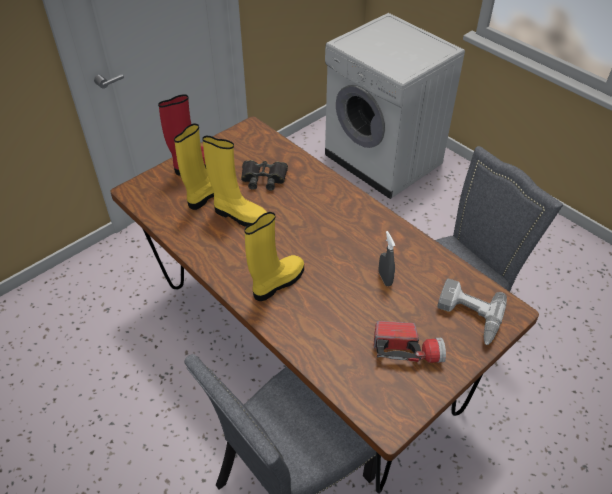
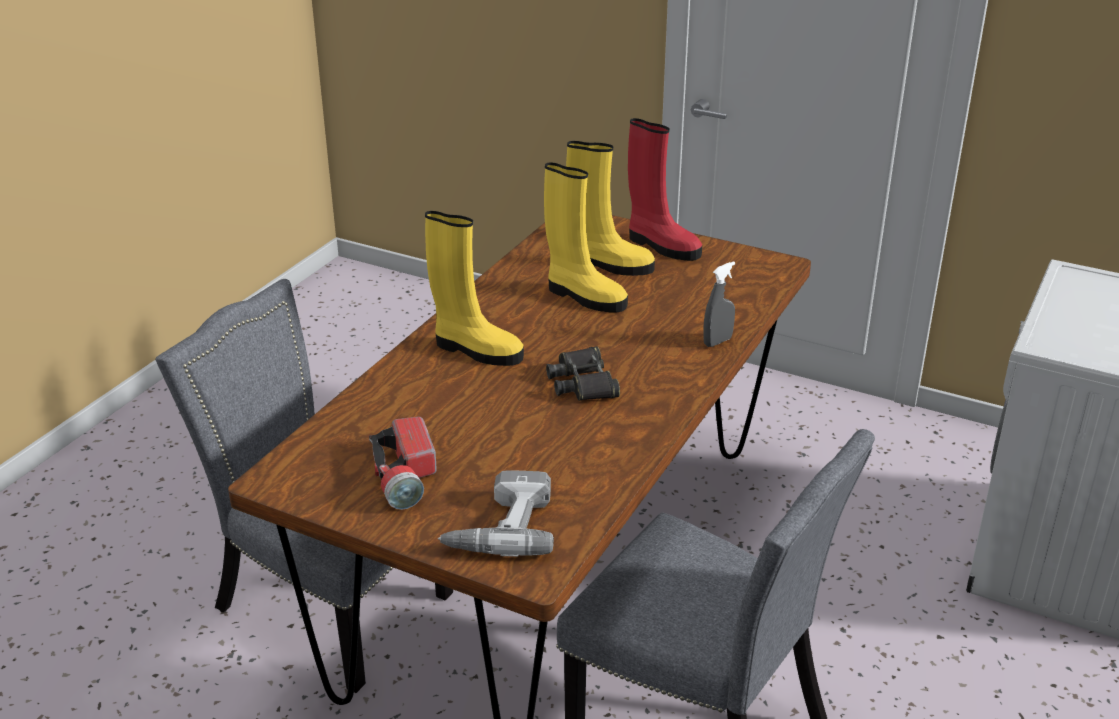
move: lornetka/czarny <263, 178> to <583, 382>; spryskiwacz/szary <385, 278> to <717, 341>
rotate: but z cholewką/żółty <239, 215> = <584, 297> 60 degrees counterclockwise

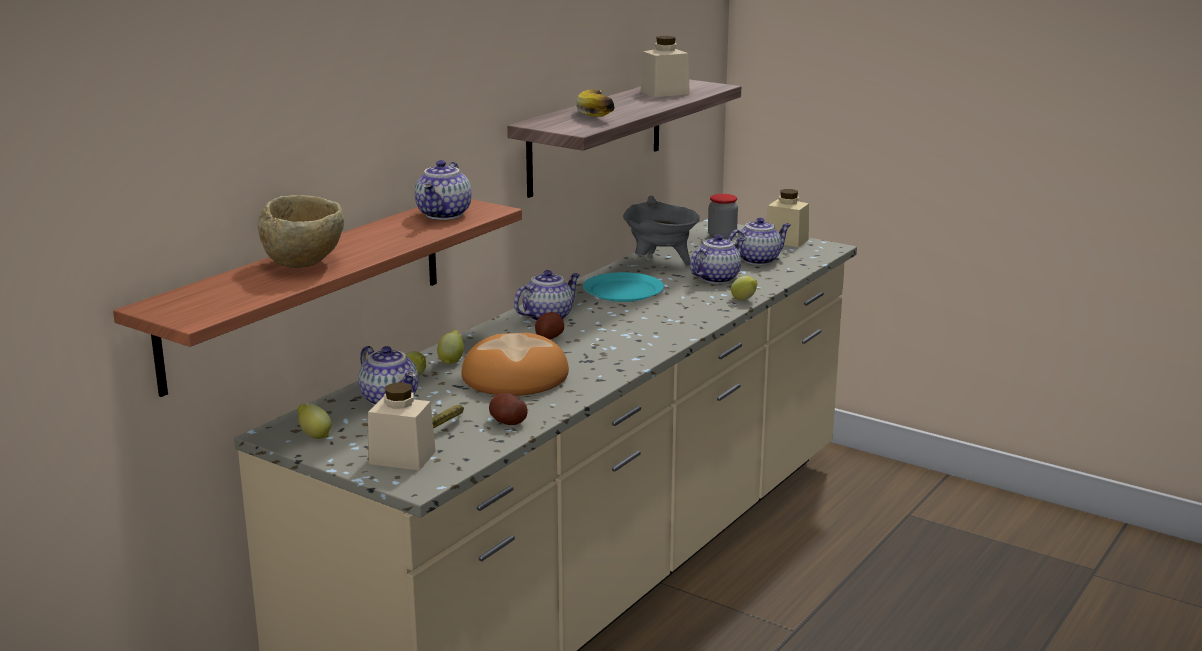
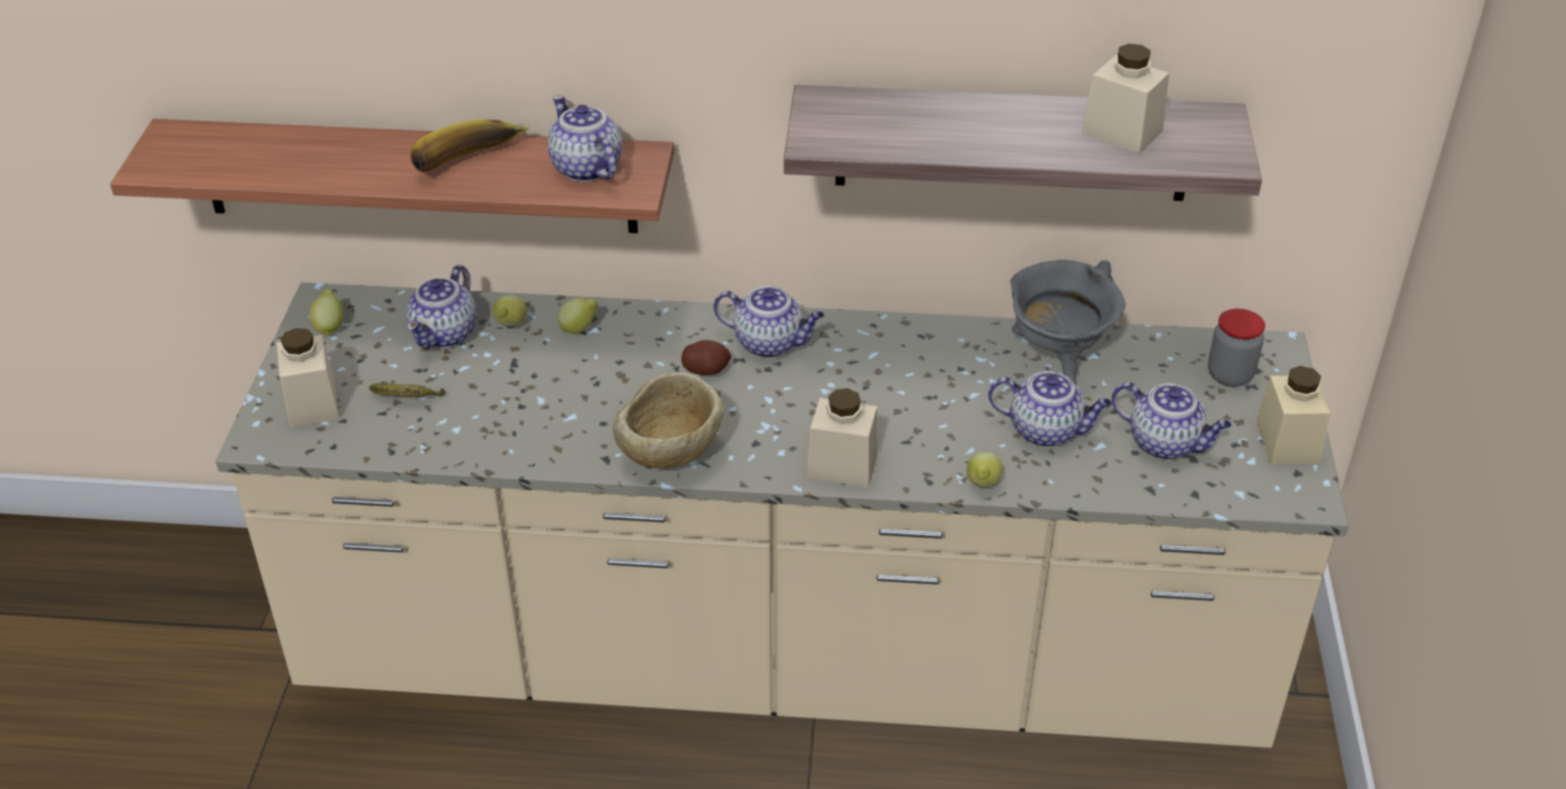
delete: talerz/turkusowy <623, 291>; chleb <515, 376>; ziemniak <508, 422>
insert: słoik/beżowy <842, 465>
move: banan <602, 114> to <471, 163>; miska/beżowy <306, 264> to <670, 457>
rotate: imbryk <445, 215> = <584, 168> 75 degrees clockwise

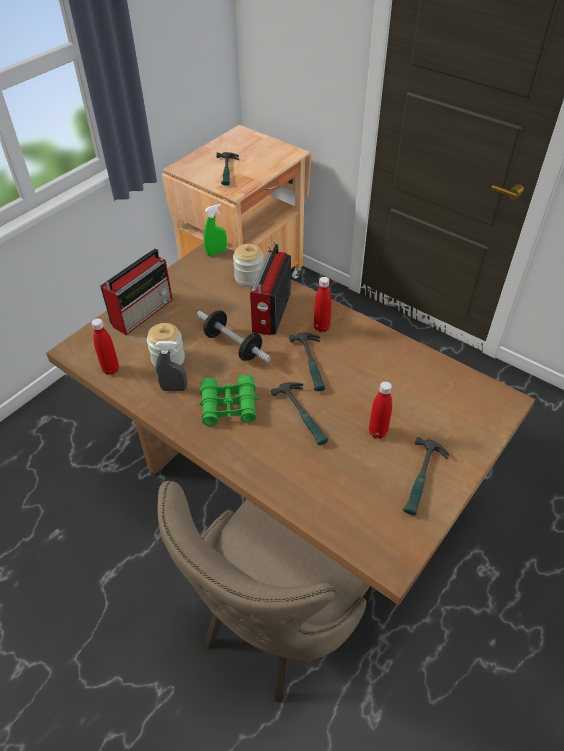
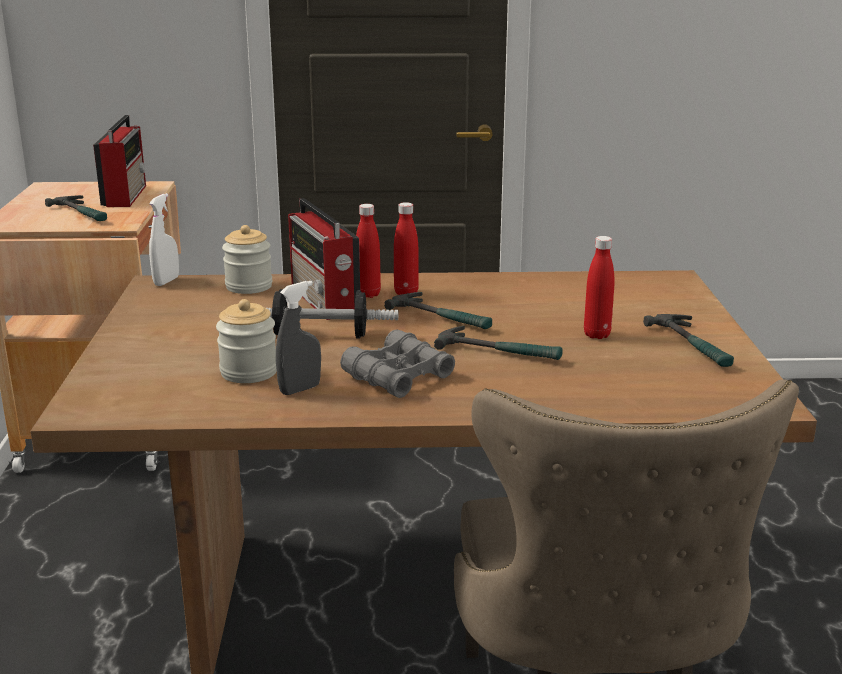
move: radio <143, 311> to <125, 195>; butelka/czerwony <111, 369> to <368, 294>
recolor: spryskiwacz/zielony <216, 252> to spryskiwacz/biały <166, 281>; lornetka/zielony <229, 406> to lornetka/szary <398, 376>

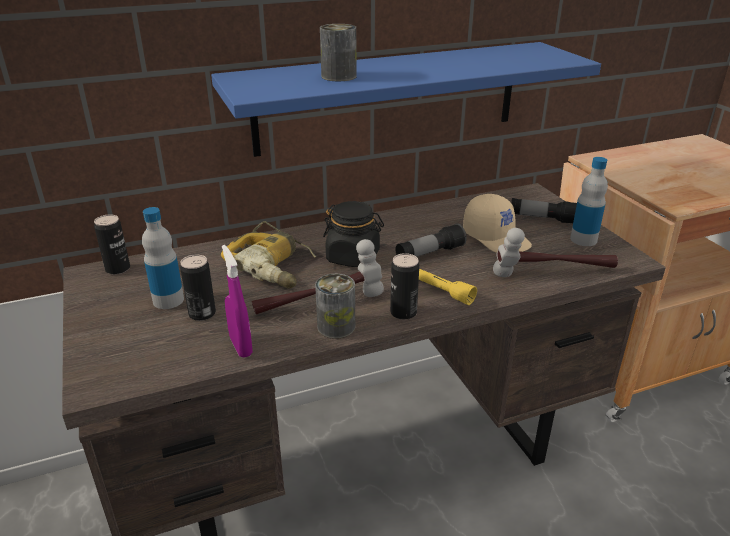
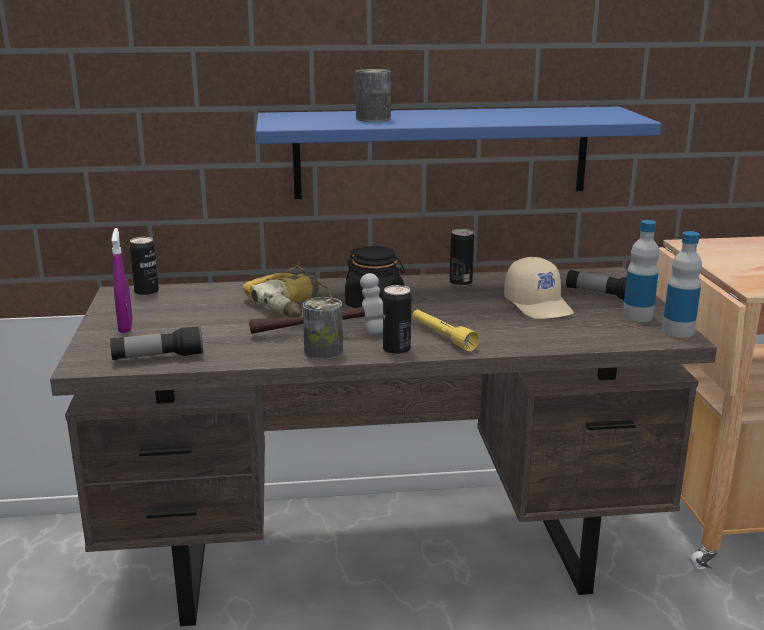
delete: młotek <553, 273>
move: butelka <168, 300> to <678, 331>; latarka <429, 253> to <158, 357>; spryskiwacz/fioletowy <241, 346> to <125, 327>; puszka <202, 314> to <460, 282>

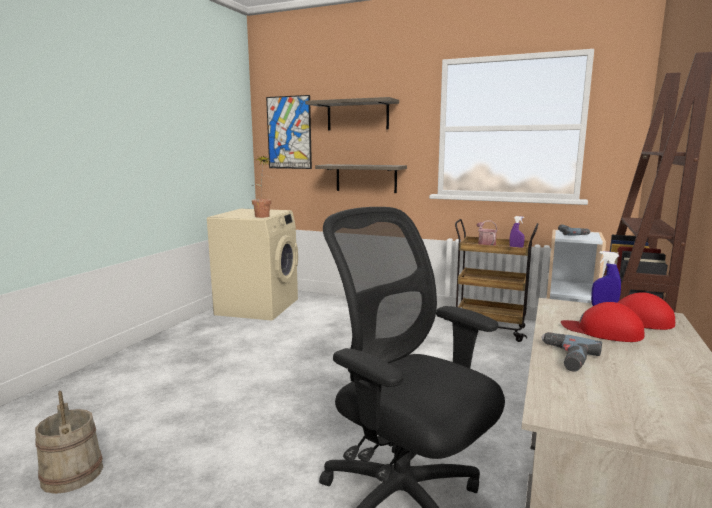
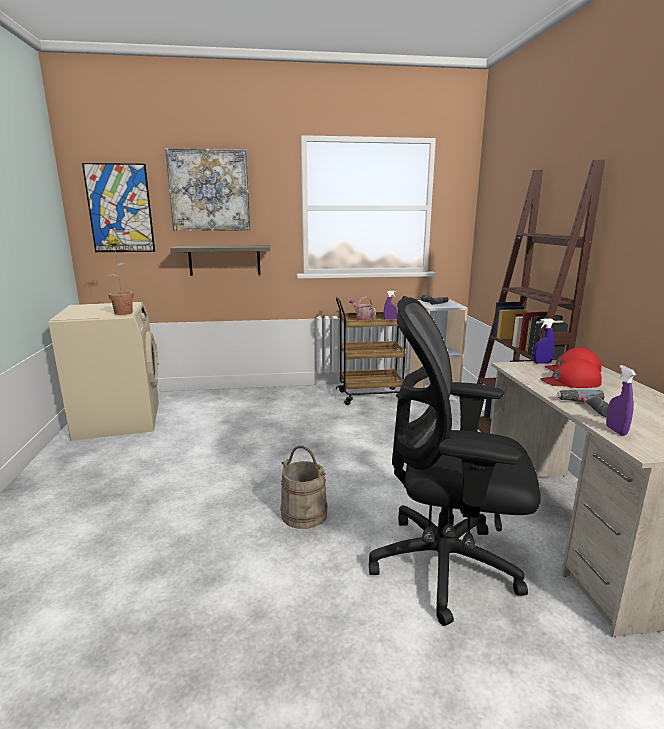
insert: spryskiwacz/fioletowy <616, 431>
move: wiadro/beżowy <73, 474> to <304, 514>
replace: półka <357, 115> to obraz <209, 190>

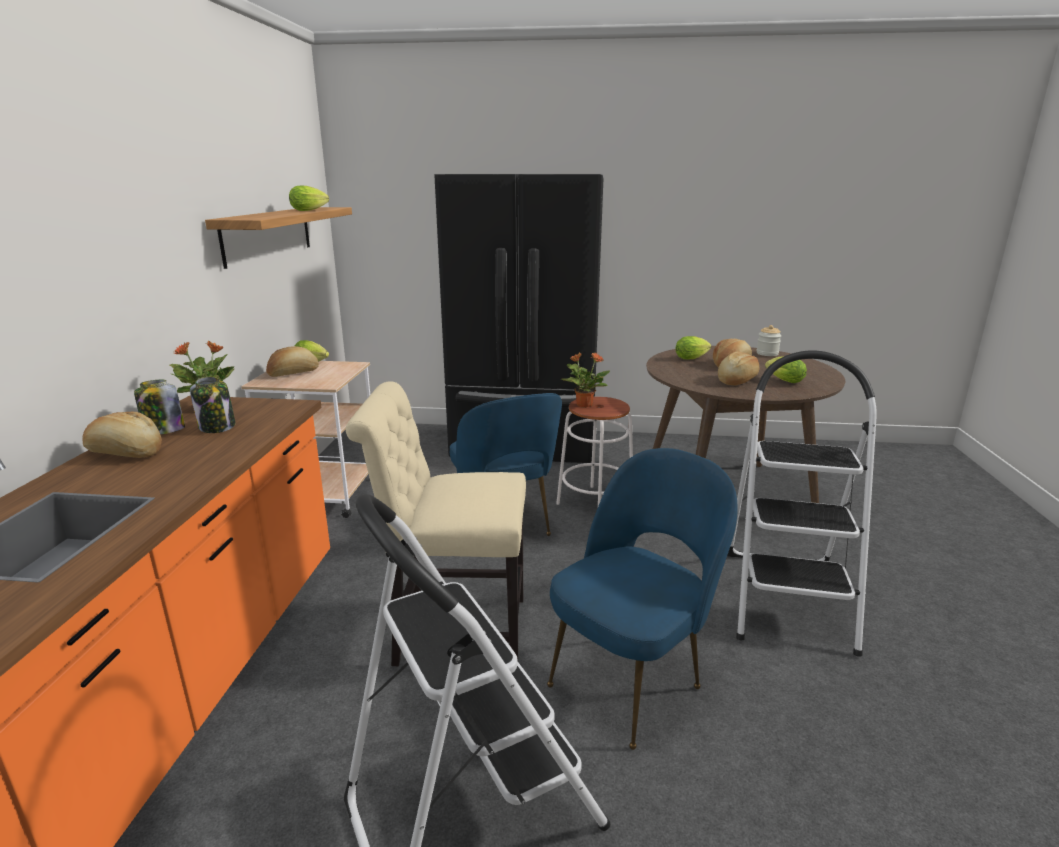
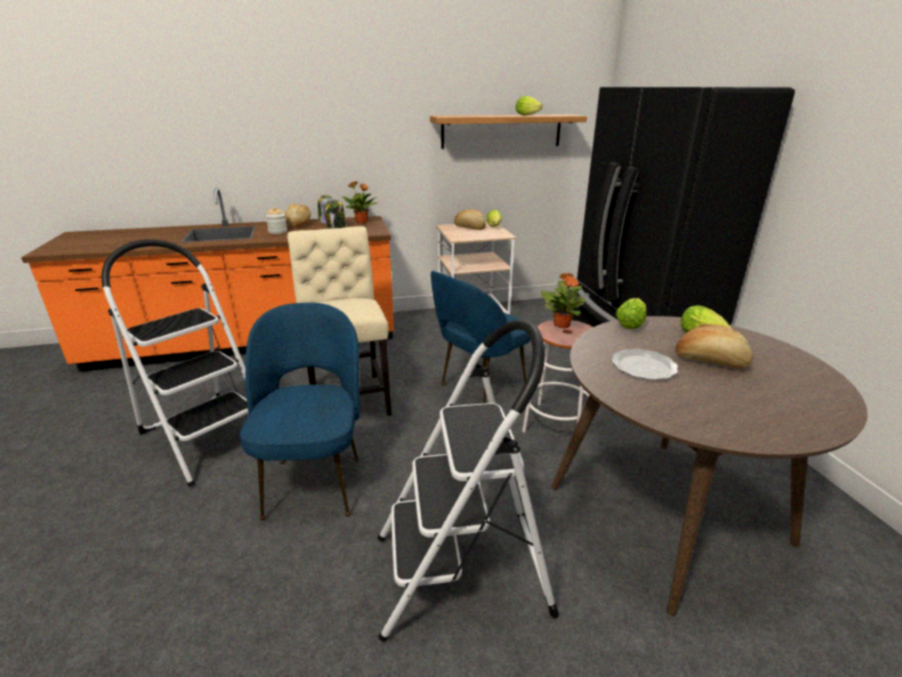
move: słoik <767, 353> to <277, 232>; sałata <782, 380> to <631, 324>
replace: chleb <736, 380> to talerz <644, 366>
rotate: krzesło/niebieski <632, 681> = <315, 480> 120 degrees counterclockwise

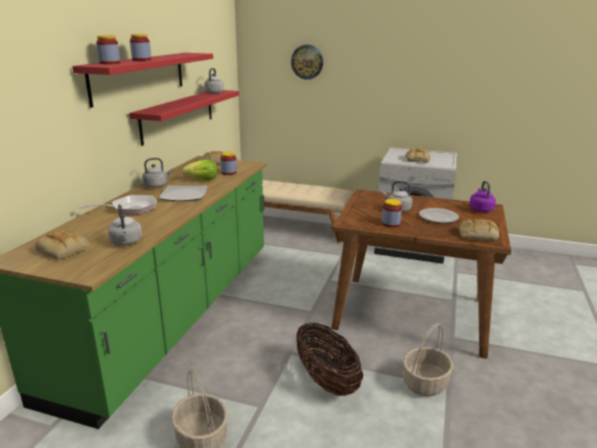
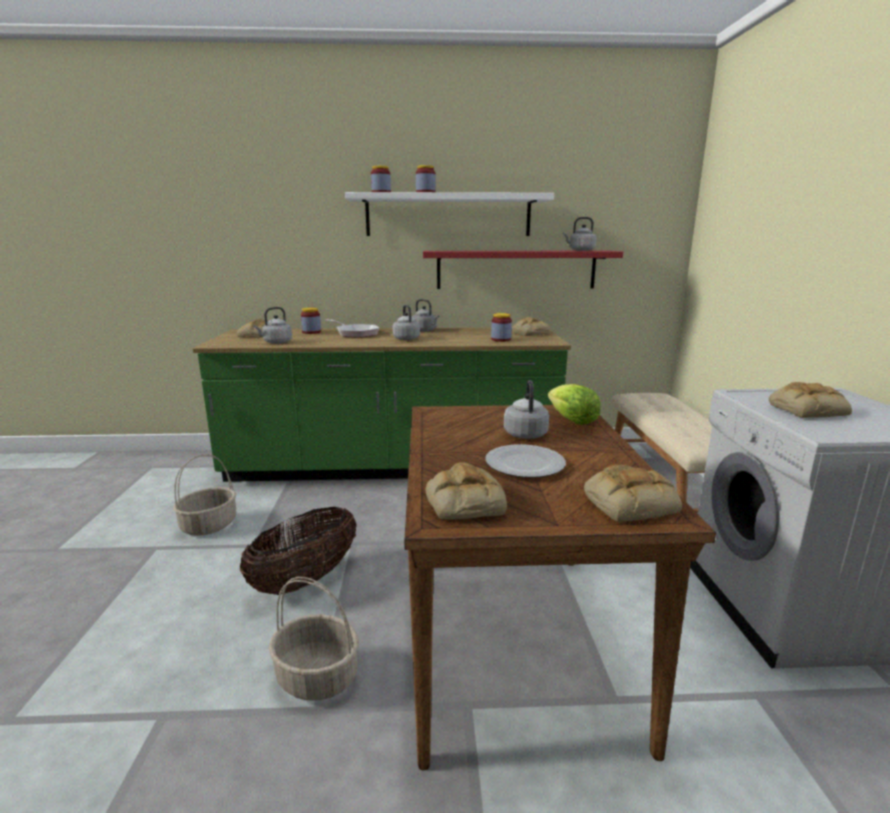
delete: zegar ścienny <307, 62>
move: sałata <202, 180> to <572, 420>; słoik <391, 223> to <311, 332>
replace: czajnik/fioletowy <480, 209> to chleb <630, 503>; talerz <183, 195> to czajnik/szary <406, 338>
recolor: półka/czerwony <139, 77> to półka/biały <448, 215>

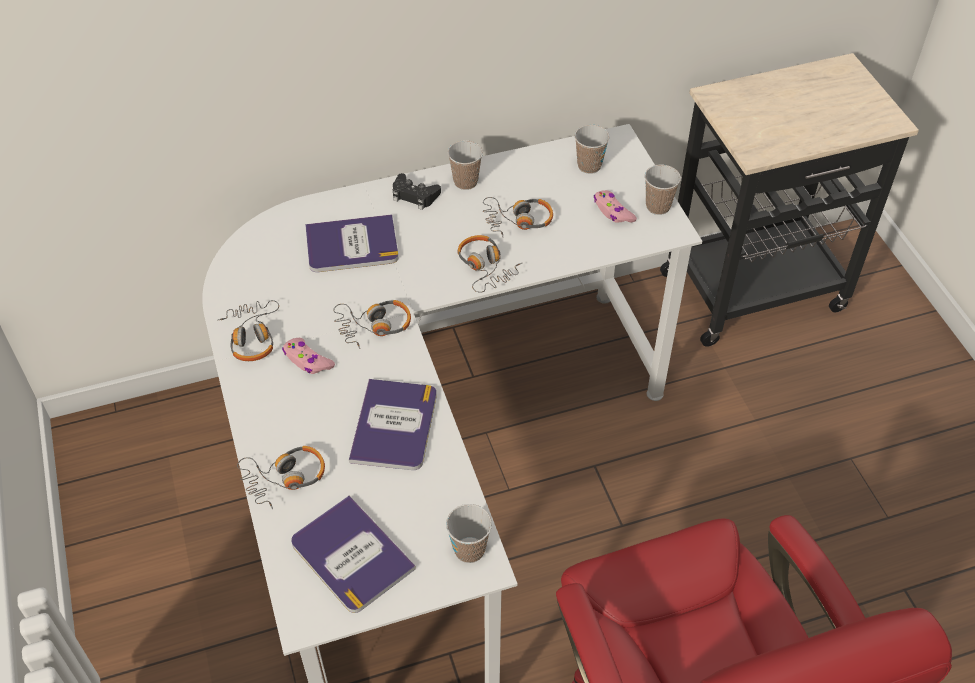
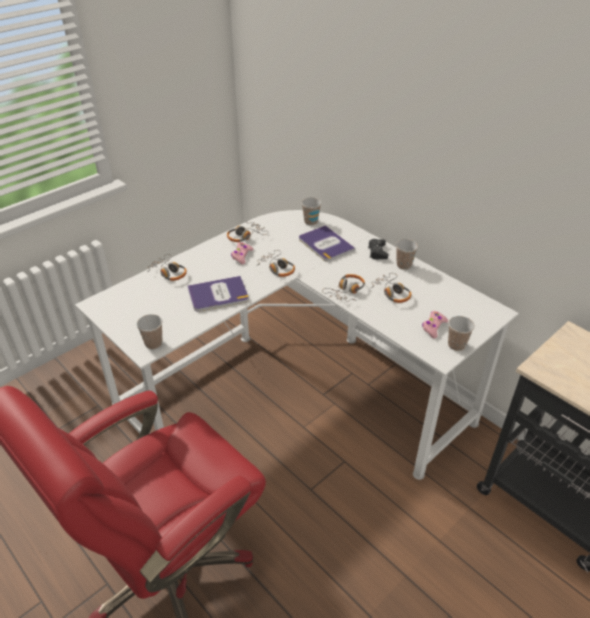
delete: książka <351, 555>
move: filiżanka <589, 166> to <311, 222>

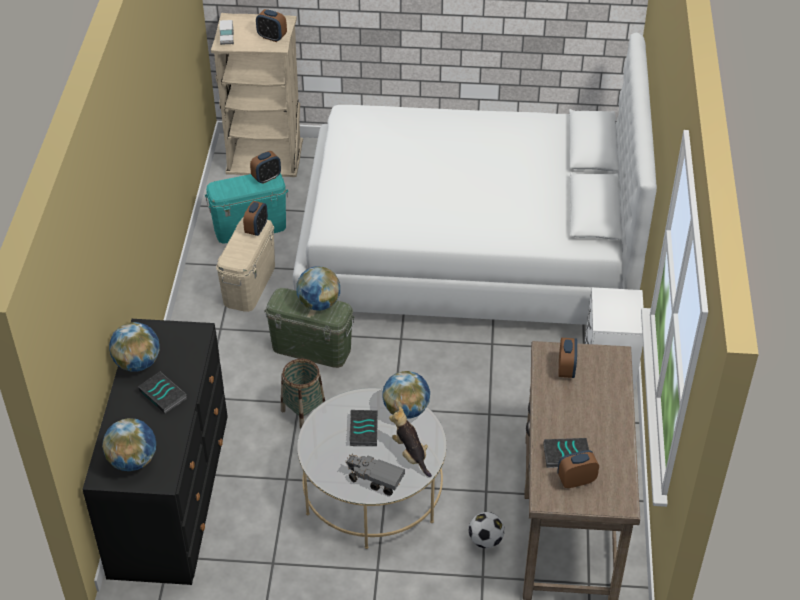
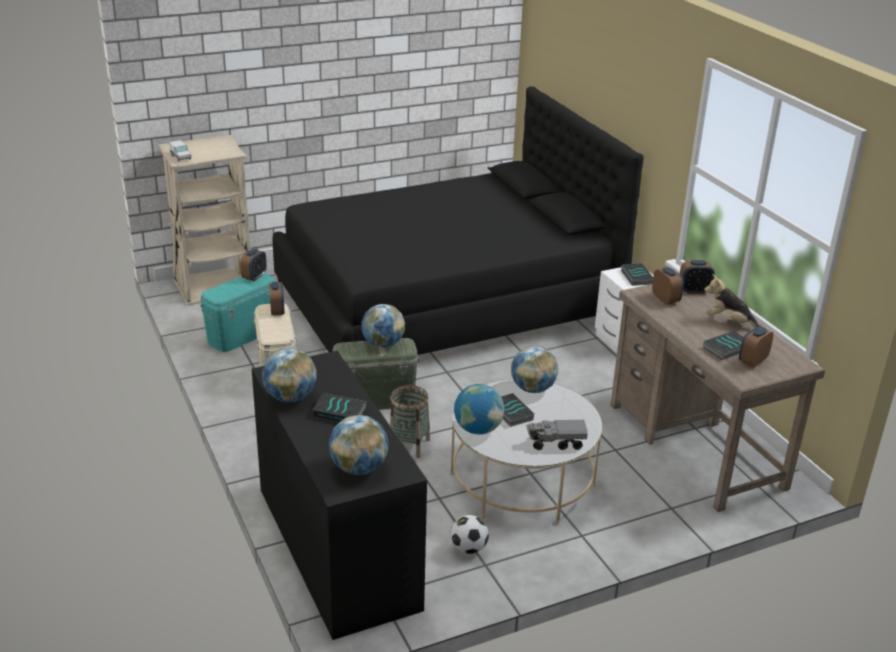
insert: książka <636, 277>; globus <478, 429>
move: budzik <272, 37> to <694, 291>; pluszak <411, 454> to <729, 322>; piłka futbolowa <485, 540> to <468, 548>
recolor: łóżko/biały <468, 249> to łóżko/czarny <447, 302>

